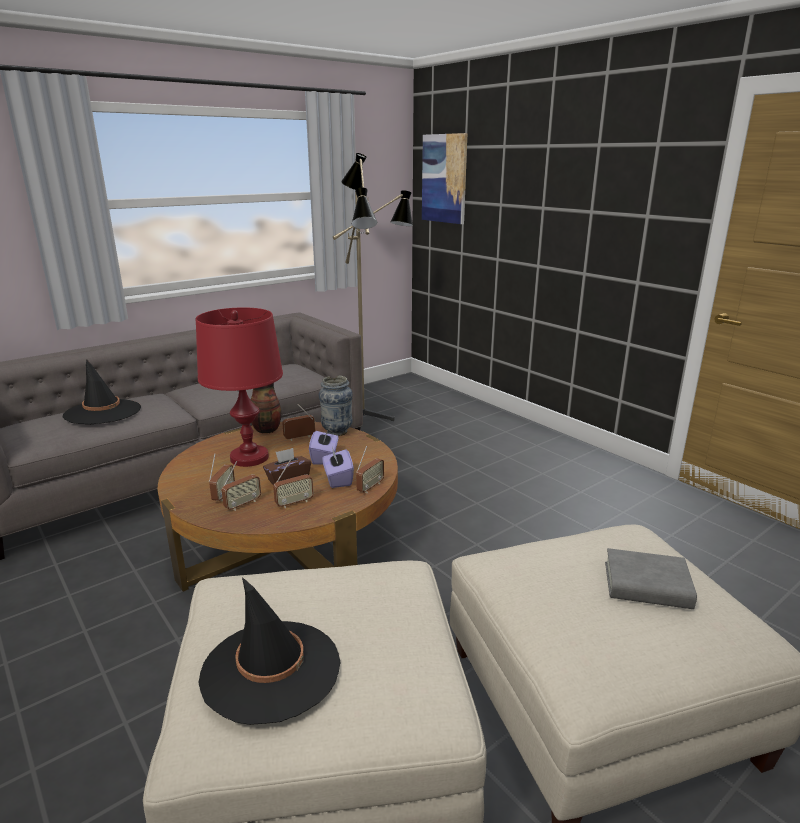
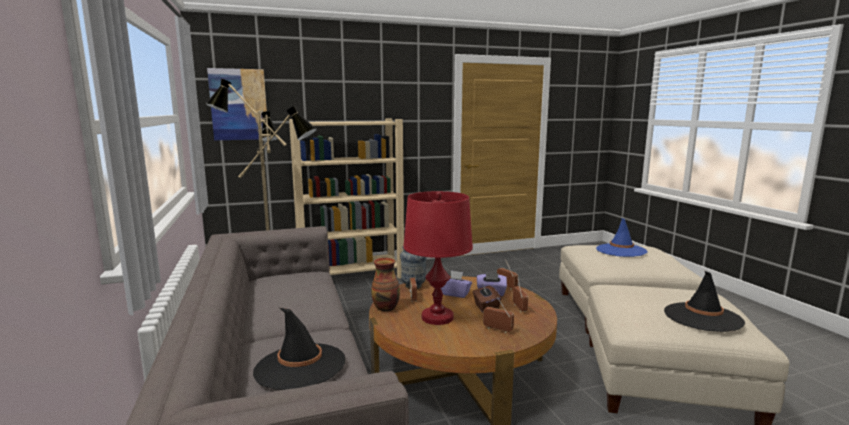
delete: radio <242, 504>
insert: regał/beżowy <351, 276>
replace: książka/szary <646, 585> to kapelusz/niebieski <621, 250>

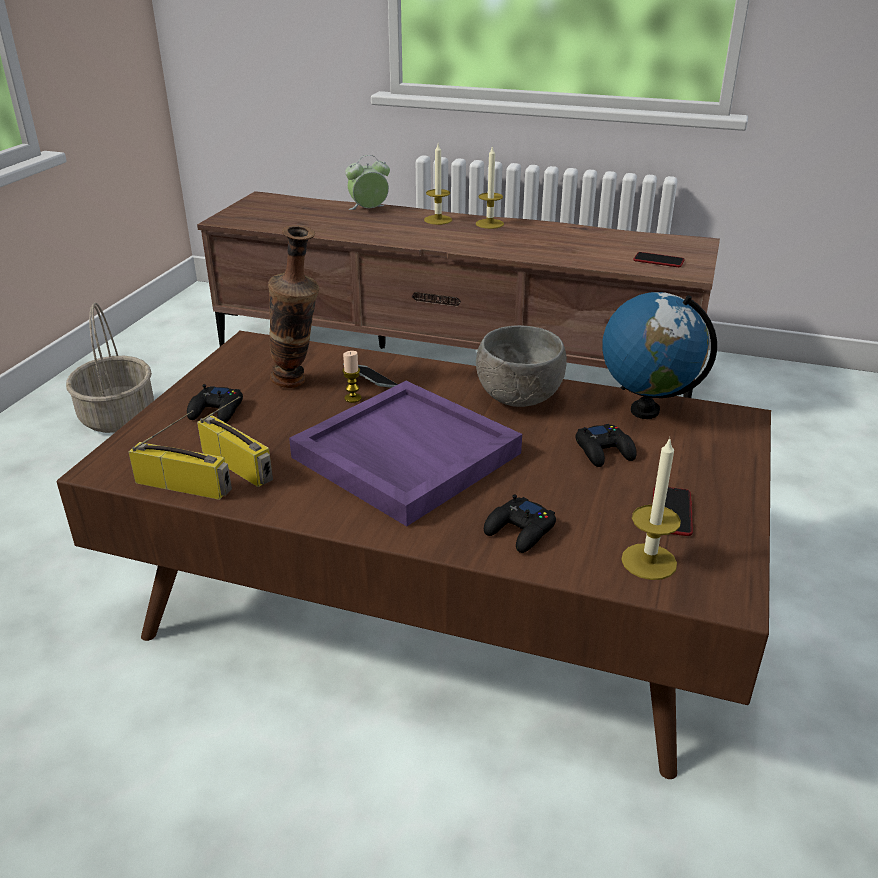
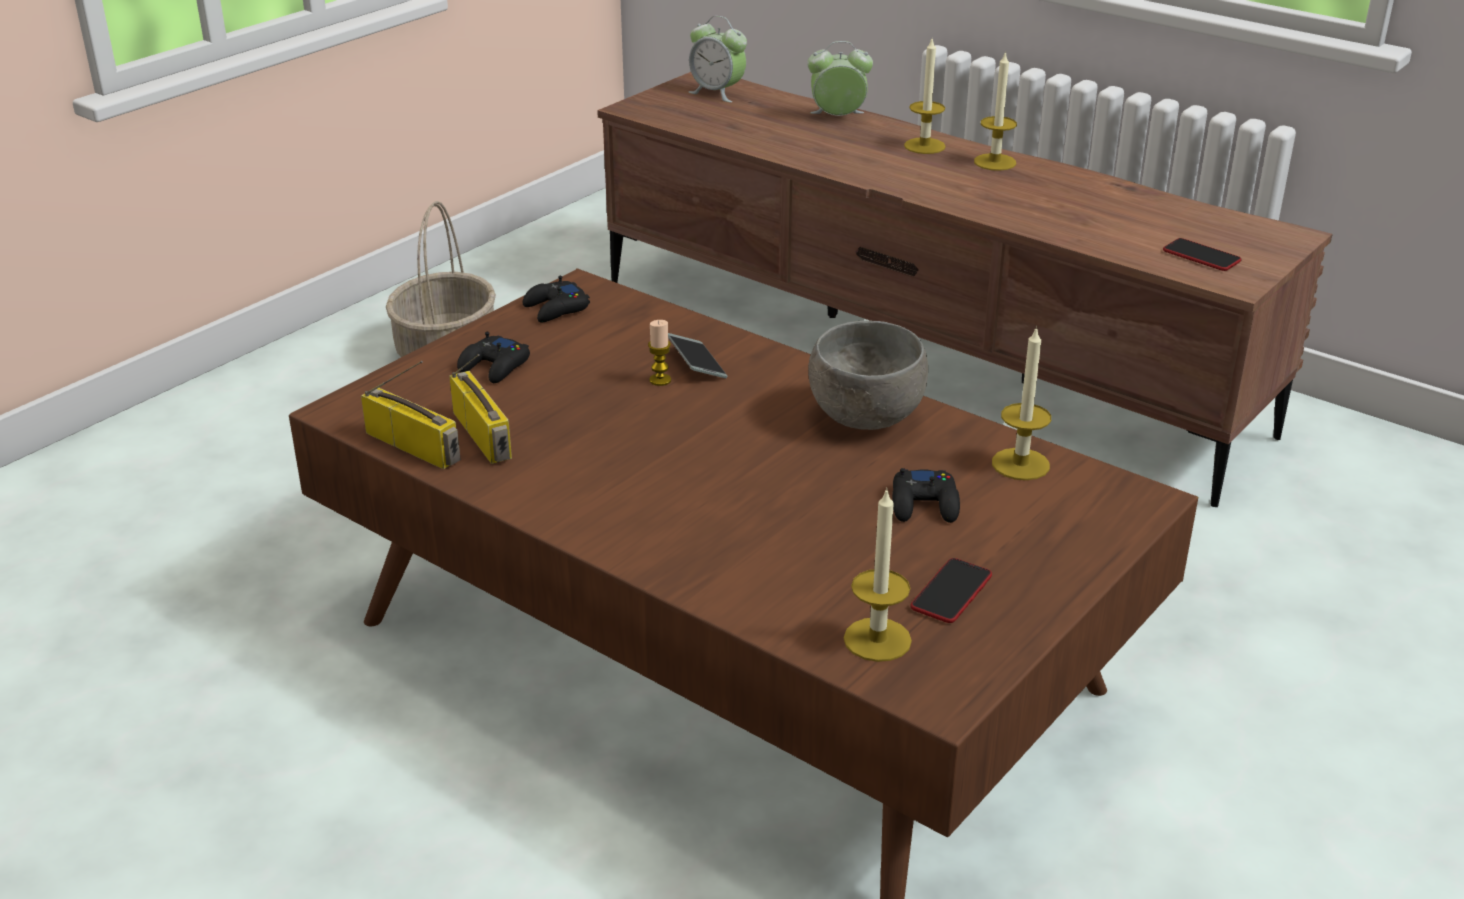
delete: wazon <298, 384>; taca/fioletowy <404, 455>
insert: budzik <717, 93>
move: pad do gier/czarny <520, 531> to <556, 309>
replace: globus <645, 410> to świeca <1020, 464>

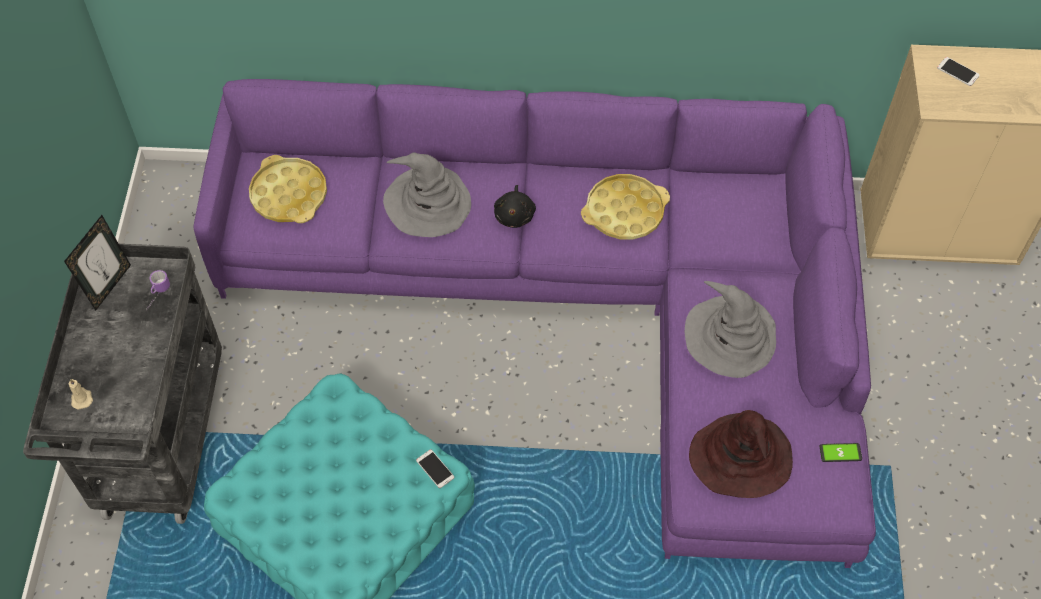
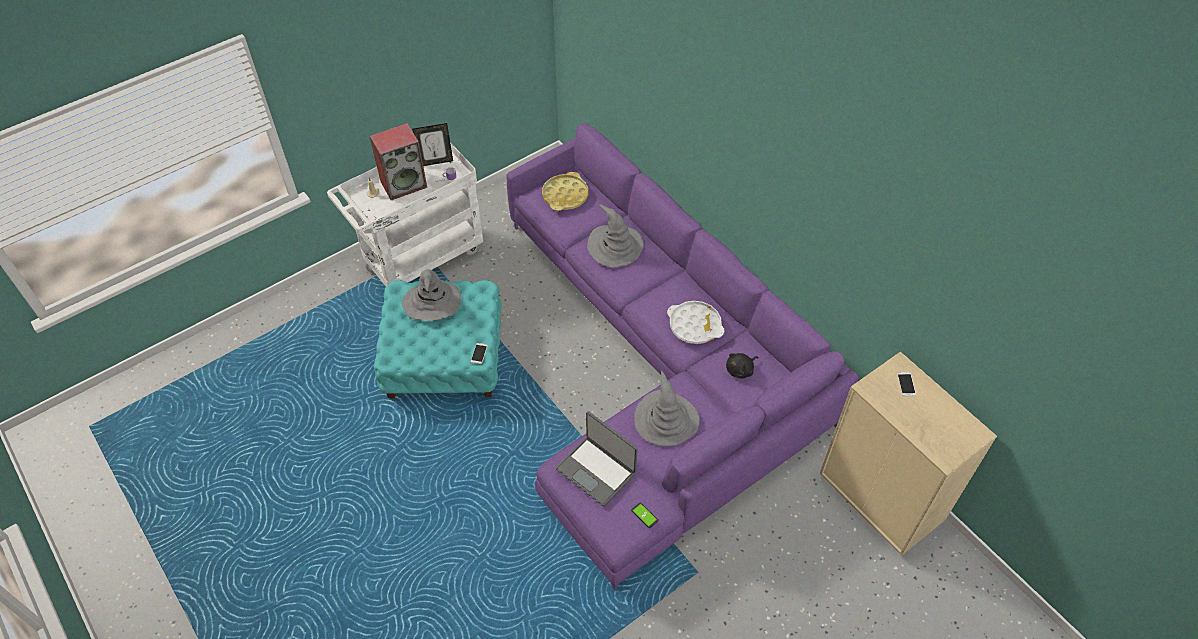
insert: głośnik <404, 184>; kapelusz/szary <432, 302>
move: pluszak/czarny <515, 215> to <740, 370>
replace: kapelusz/brązowy <741, 458> to laptop <597, 470>
recolor: taca/żółty <624, 211> to taca/biały <695, 325>; wózek/czarny <162, 447> to wózek/biały <420, 263>

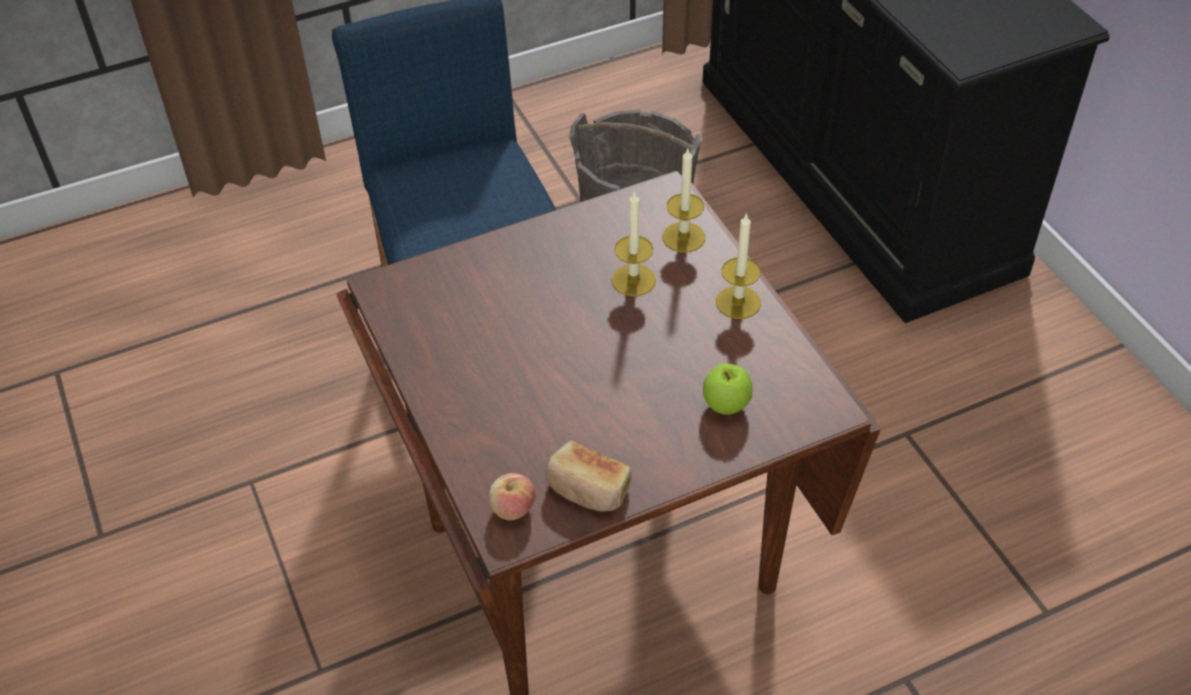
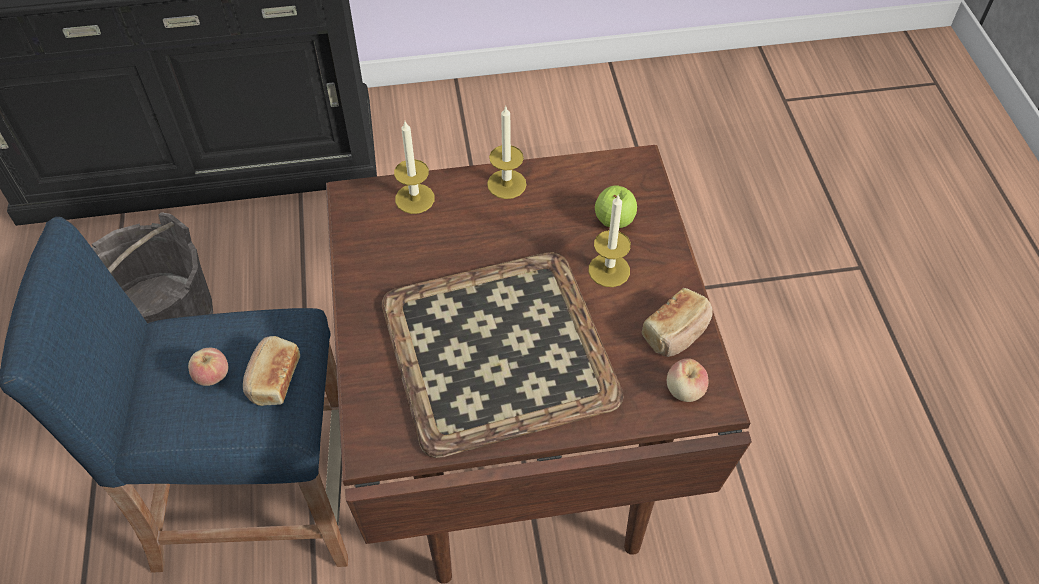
insert: taca <496, 349>; chleb <273, 379>; jabłko <212, 376>
move: świeca <633, 280> to <609, 270>

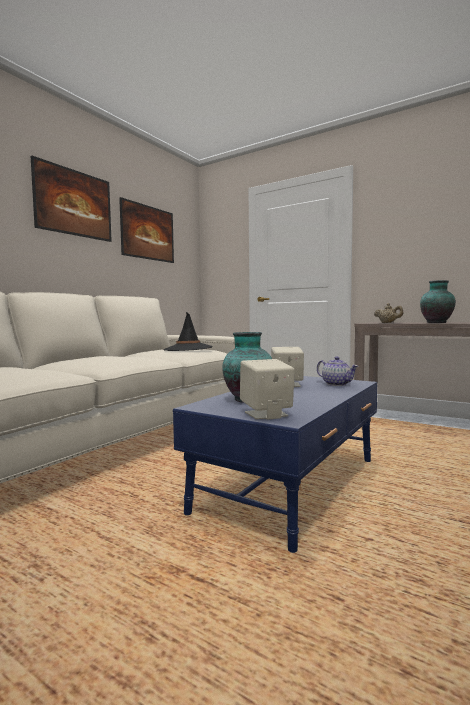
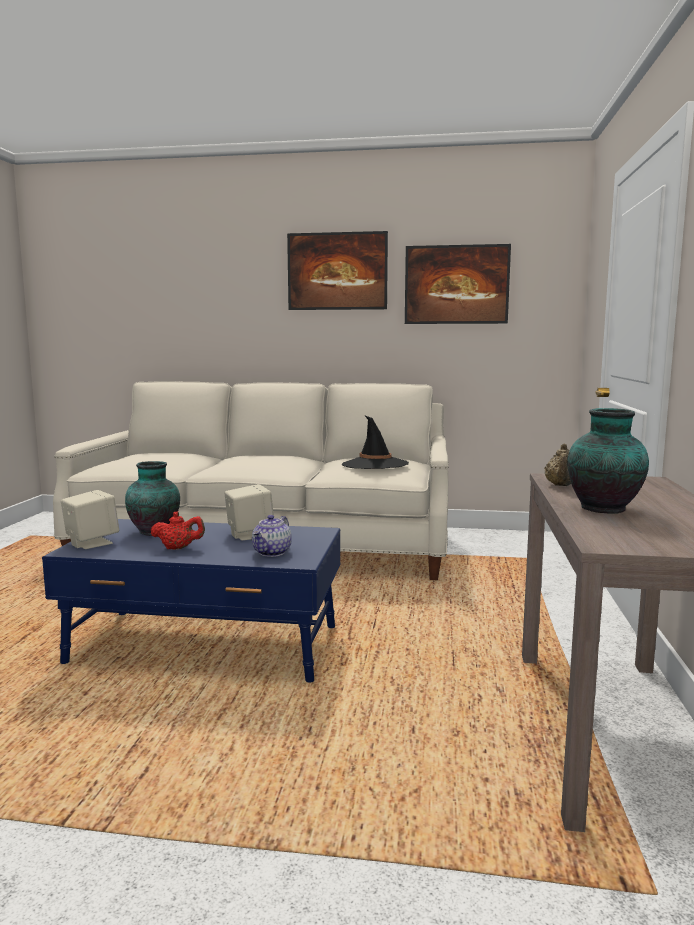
insert: imbryk/czerwony <178, 548>

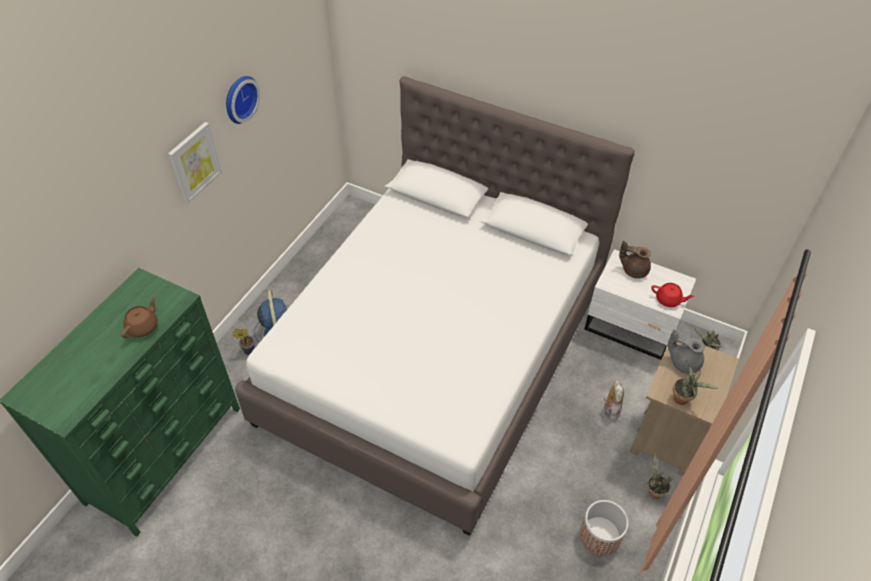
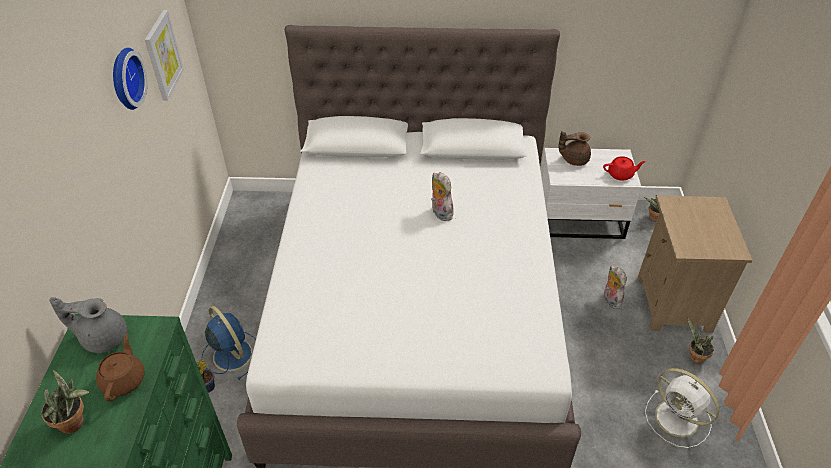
insert: pluszak <440, 213>
move: obraz <194, 162> to <163, 55>; imbryk/szary <683, 362> to <103, 337>; roślina doniczkowa <683, 399> to <76, 422>
replace: donica <600, 535> to wentylator/biały <678, 419>

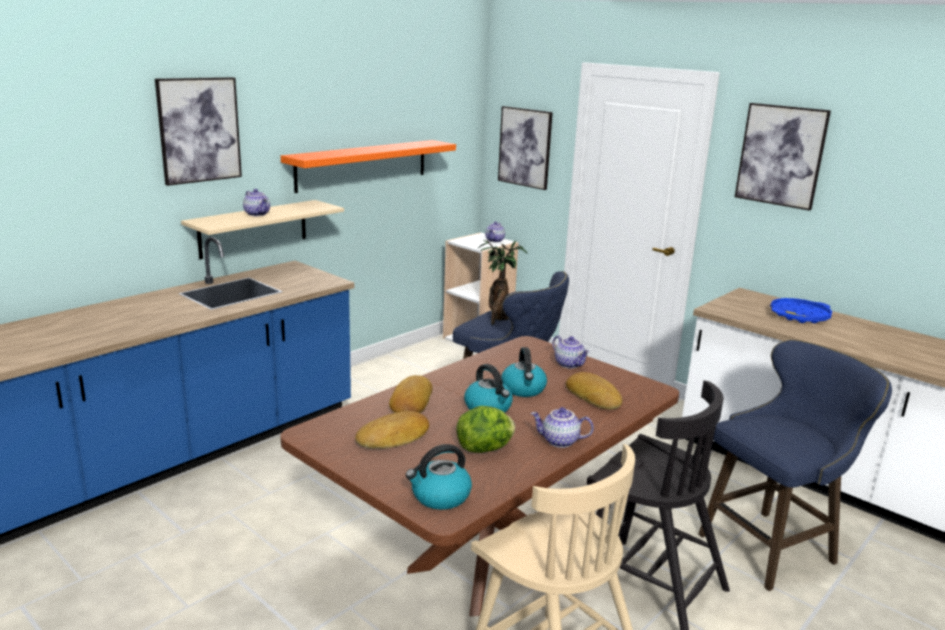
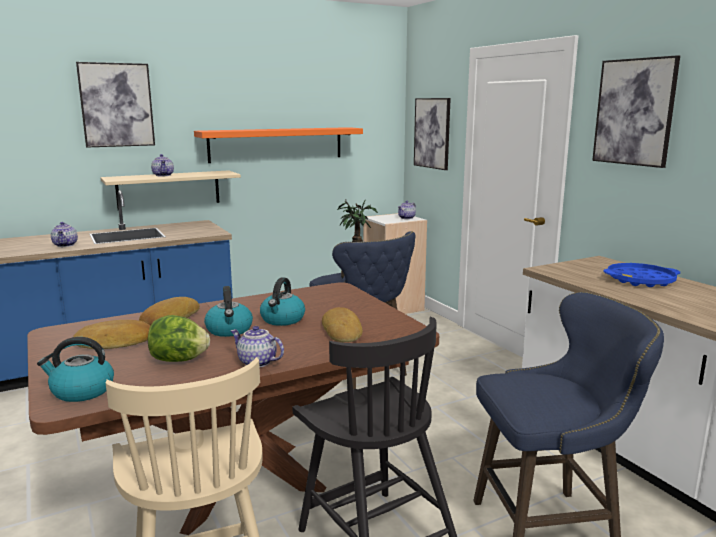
move: imbryk <569, 364> to <66, 245>

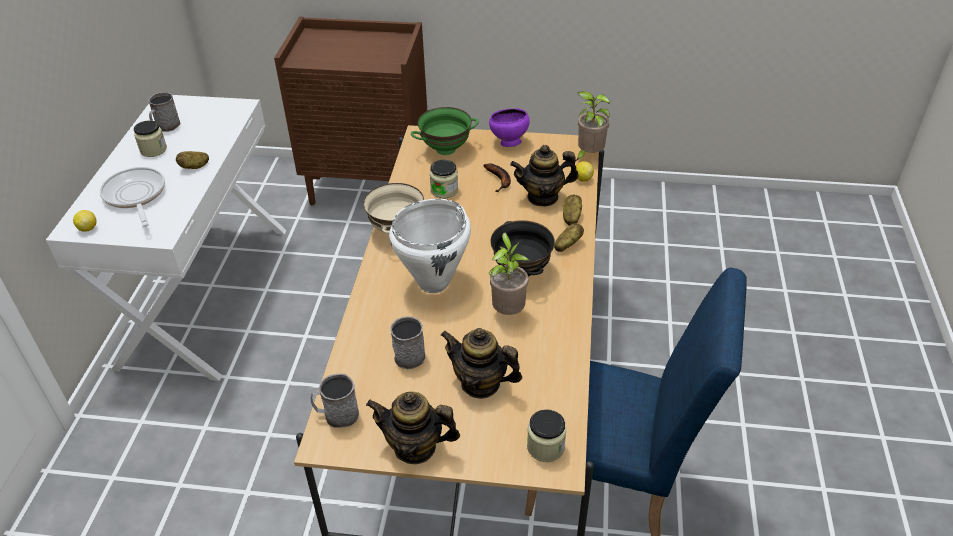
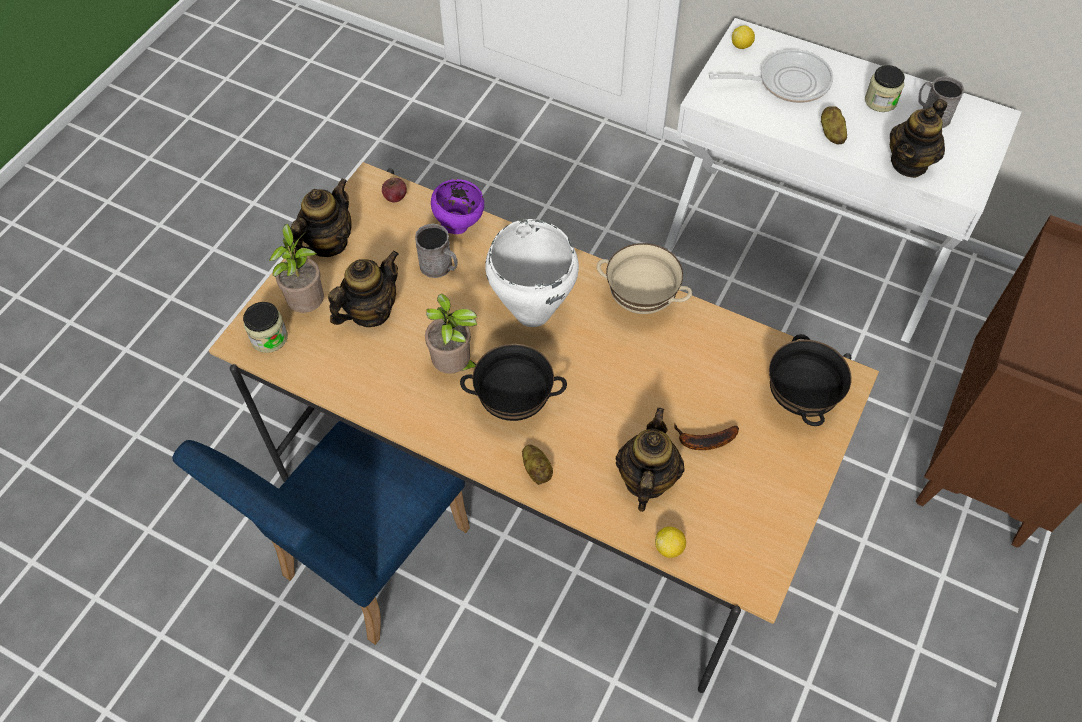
delete: słoik <444, 190>; ziemniak <571, 217>
insert: imbryk <909, 163>
move: roślina doniczkowa <588, 155> to <308, 304>; miska/fioletowy <508, 143> to <459, 224>
replace: kubek/szary <336, 415> to jabłko <395, 197>
recolor: miska/zielony <445, 149> to miska/czarny <800, 399>

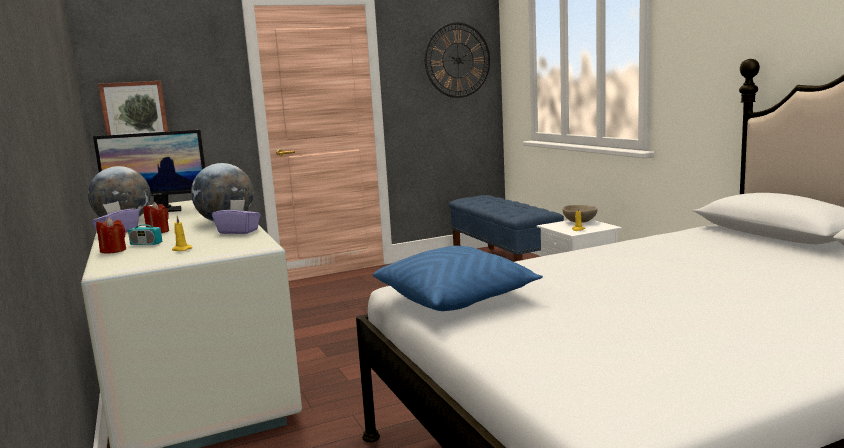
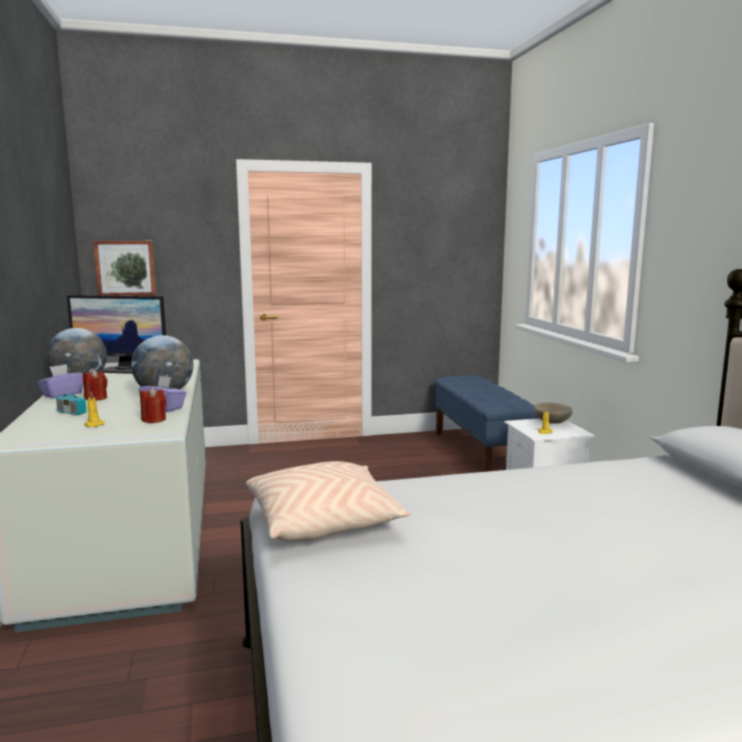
delete: zegar ścienny <457, 60>
move: świeca/czerwony <113, 250> to <154, 419>
recolor: poduszka/niebieski <456, 298> to poduszka/beżowy <324, 521>

